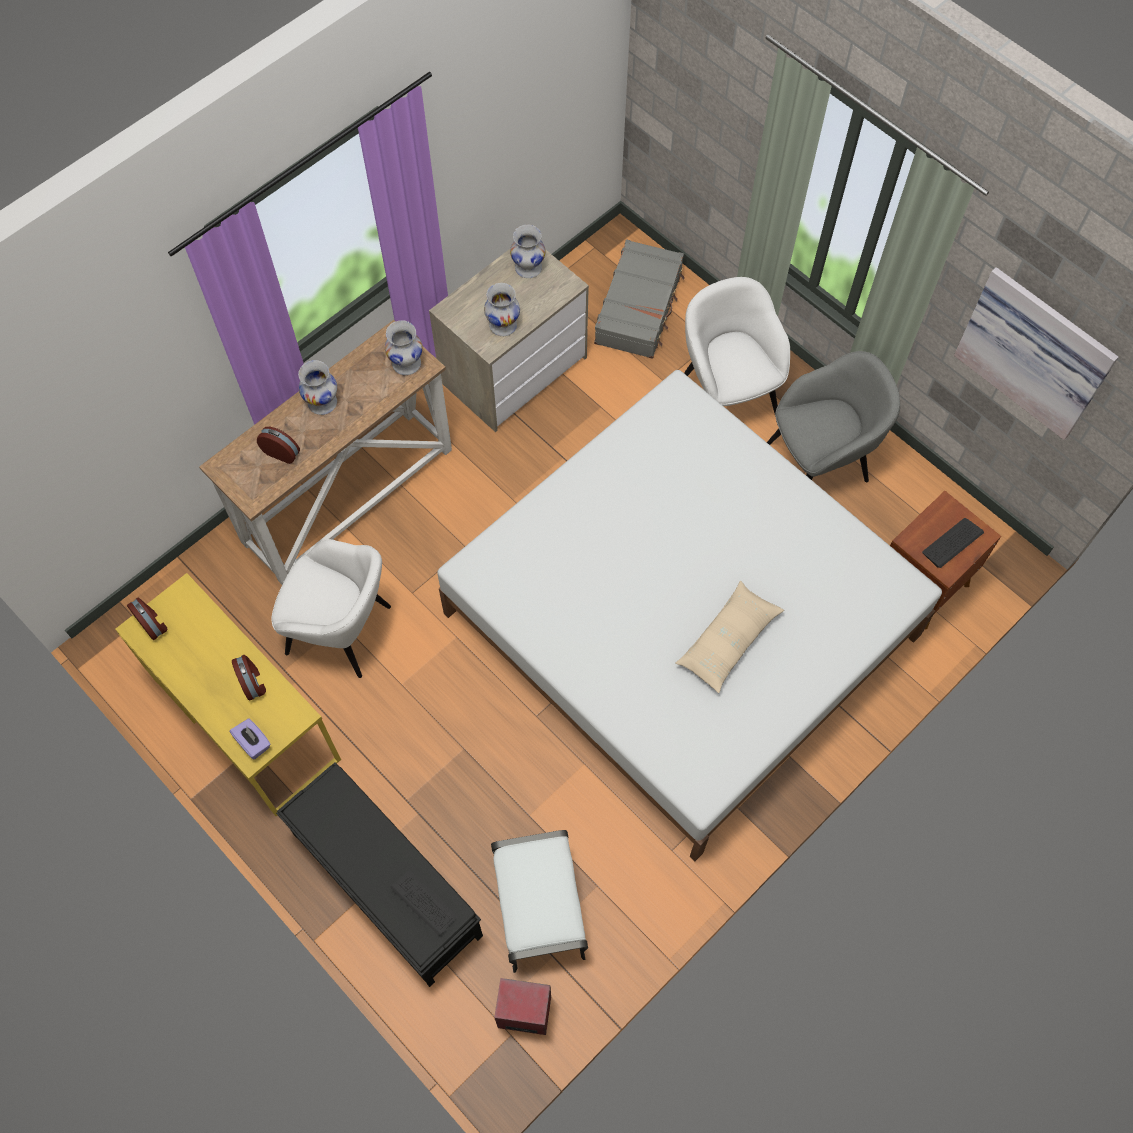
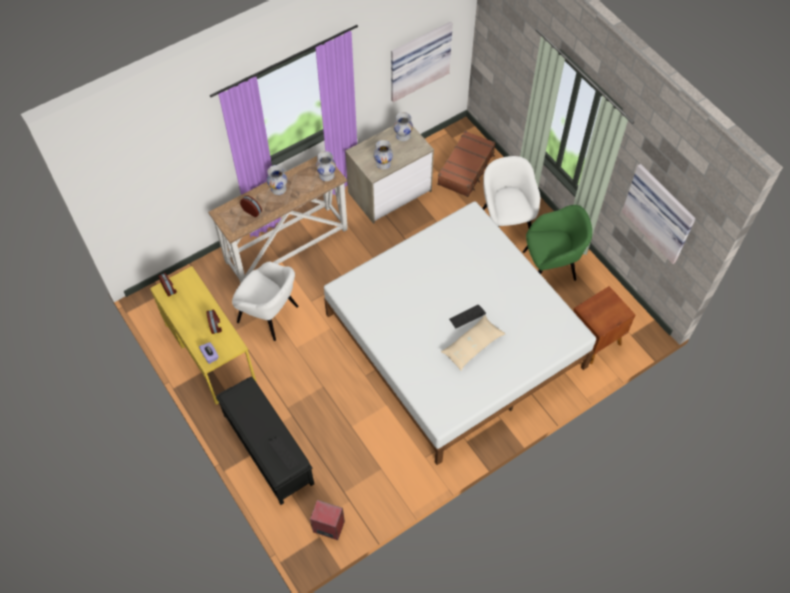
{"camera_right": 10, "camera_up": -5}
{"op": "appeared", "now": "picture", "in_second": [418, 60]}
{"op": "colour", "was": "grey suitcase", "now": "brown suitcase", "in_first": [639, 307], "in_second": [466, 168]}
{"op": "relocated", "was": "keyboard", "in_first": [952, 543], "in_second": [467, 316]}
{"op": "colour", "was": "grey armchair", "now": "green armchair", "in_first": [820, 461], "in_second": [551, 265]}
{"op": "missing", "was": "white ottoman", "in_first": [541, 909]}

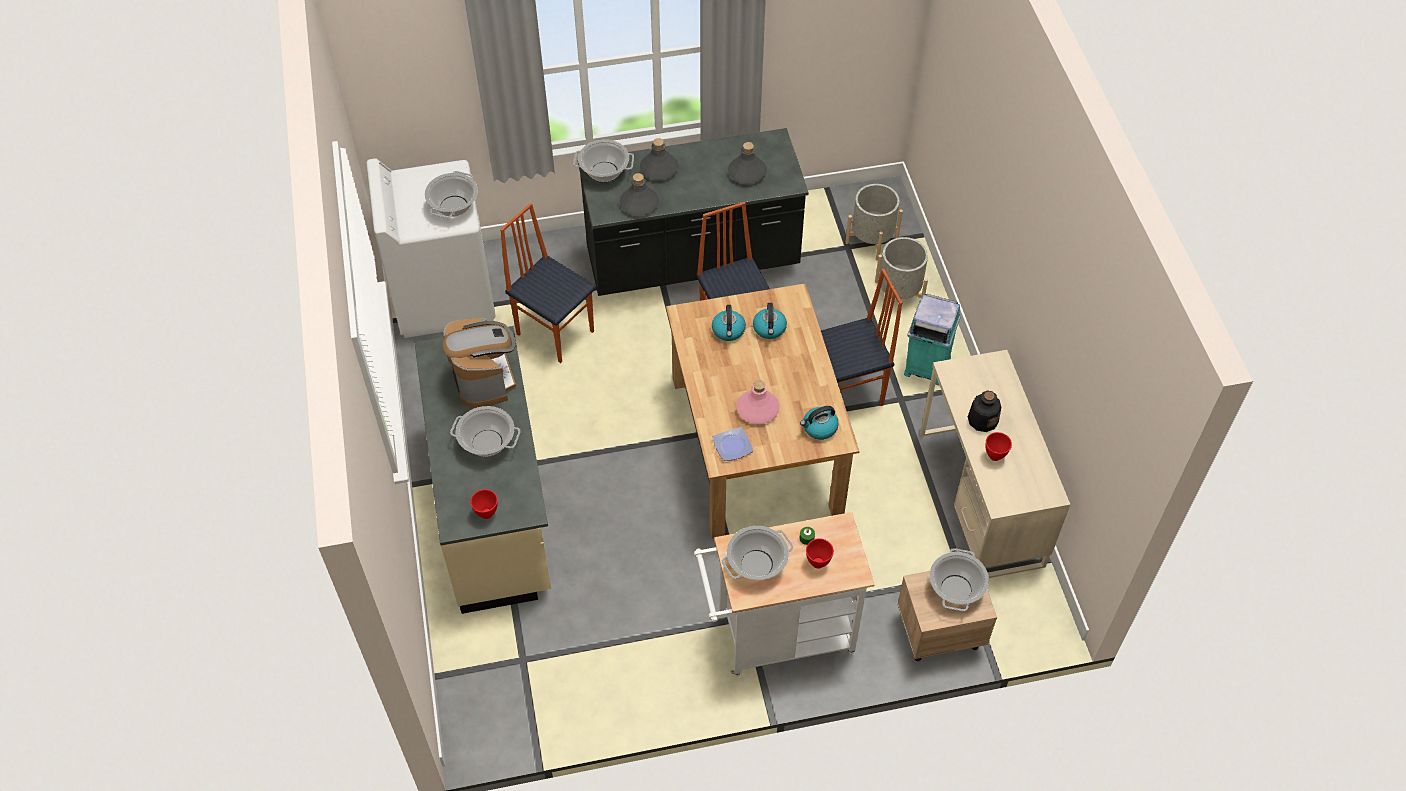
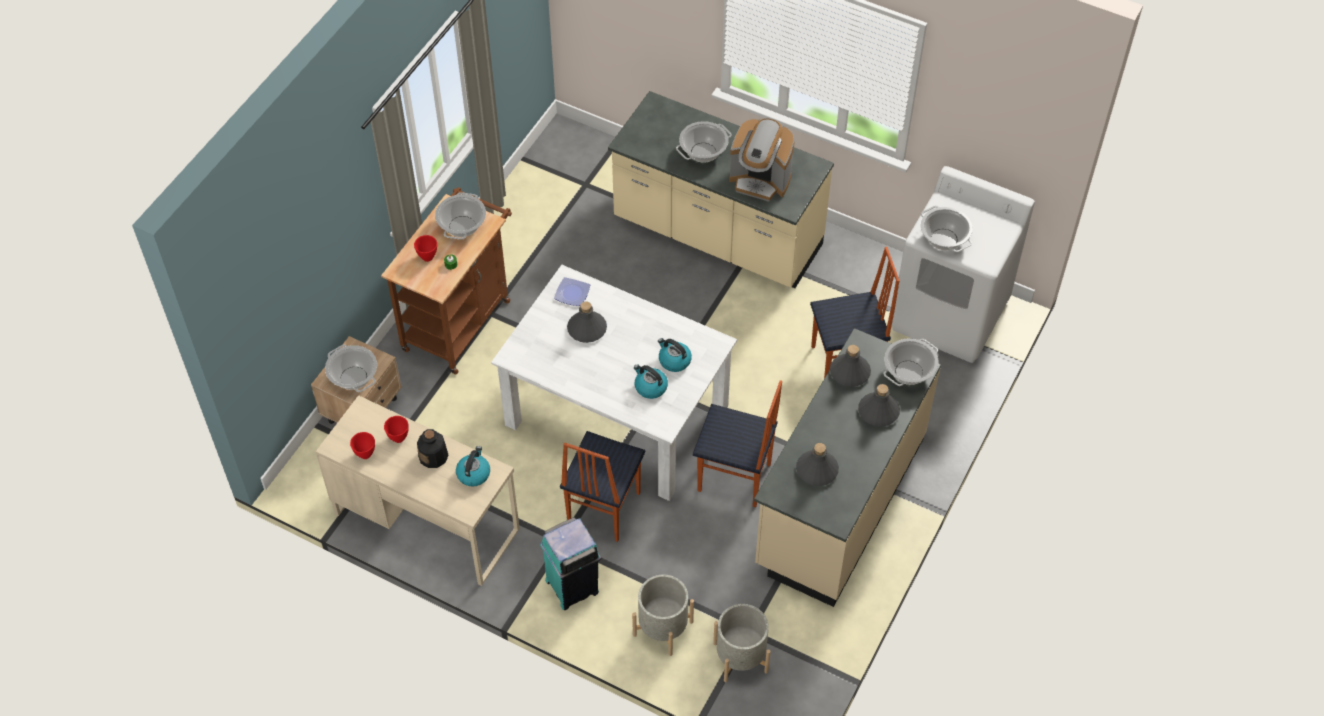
{"camera_right": 130, "camera_up": 0}
{"op": "relocated", "was": "red bowl", "in_first": [487, 513], "in_second": [365, 455]}
{"op": "colour", "was": "white cart", "now": "brown cart", "in_first": [776, 636], "in_second": [460, 319]}
{"op": "relocated", "was": "kettle", "in_first": [819, 428], "in_second": [473, 473]}
{"op": "colour", "was": "brown dining table", "now": "white dining table", "in_first": [754, 443], "in_second": [618, 415]}
{"op": "colour", "was": "pink bottle", "now": "grey bottle", "in_first": [758, 409], "in_second": [586, 329]}
{"op": "colour", "was": "black counter", "now": "beige counter", "in_first": [692, 261], "in_second": [838, 502]}

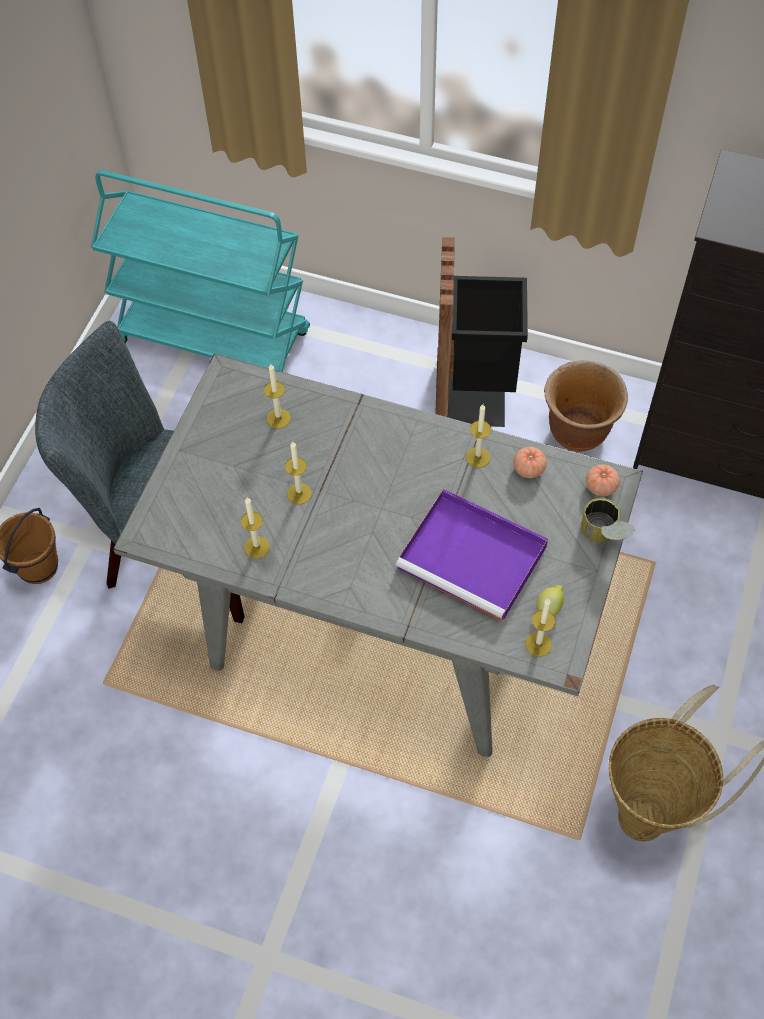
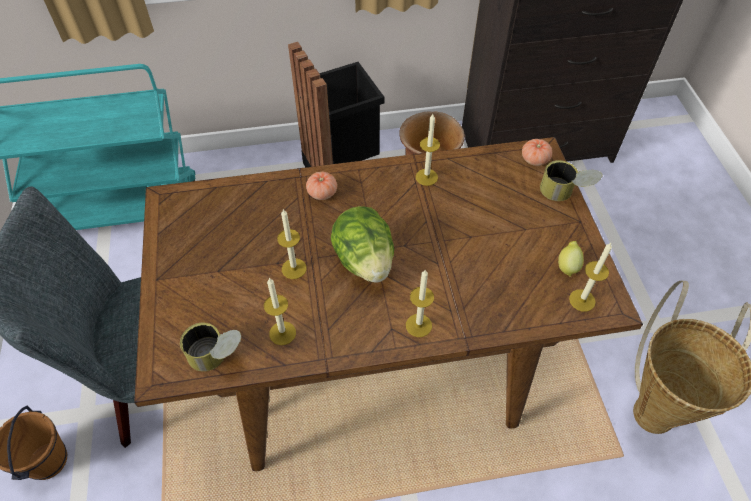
{"camera_right": -30, "camera_up": -5}
{"op": "colour", "was": "grey dining table", "now": "brown dining table", "in_first": [385, 621], "in_second": [375, 361]}
{"op": "appeared", "now": "can", "in_second": [217, 357]}
{"op": "relocated", "was": "tomato", "in_first": [529, 469], "in_second": [322, 193]}
{"op": "appeared", "now": "lettuce", "in_second": [364, 260]}
{"op": "relocated", "was": "candle", "in_first": [278, 418], "in_second": [418, 325]}
{"op": "missing", "was": "purple tray", "in_first": [475, 558]}

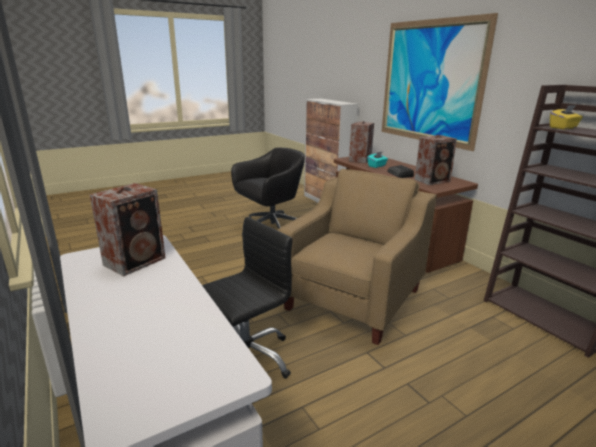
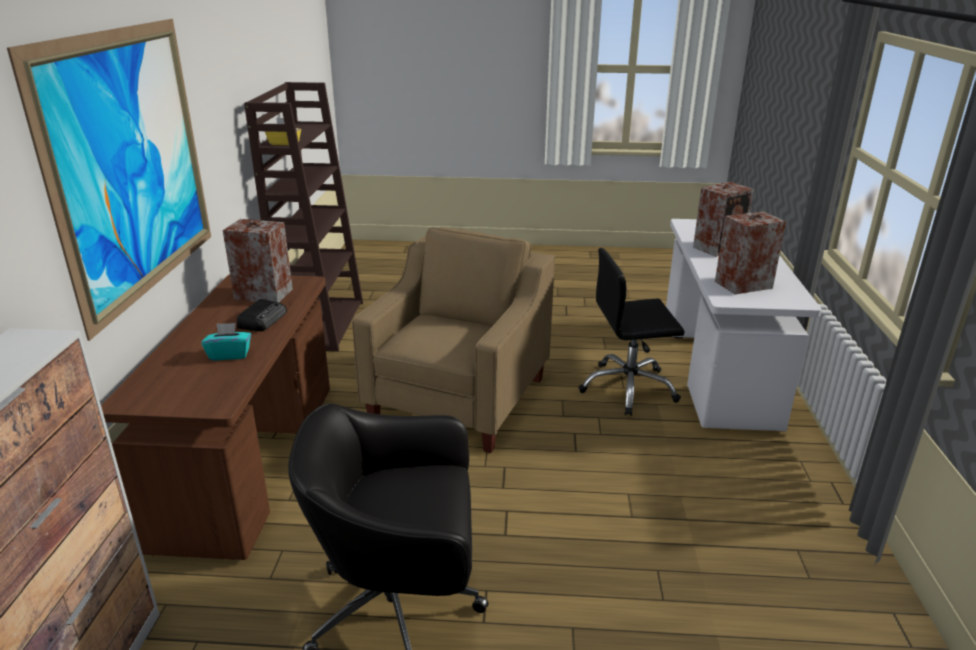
{"camera_right": -145, "camera_up": 5}
{"op": "spun", "was": "beige armchair", "in_first": [354, 299], "in_second": [460, 399], "clockwise": 135}
{"op": "relocated", "was": "speaker", "in_first": [359, 160], "in_second": [719, 248]}

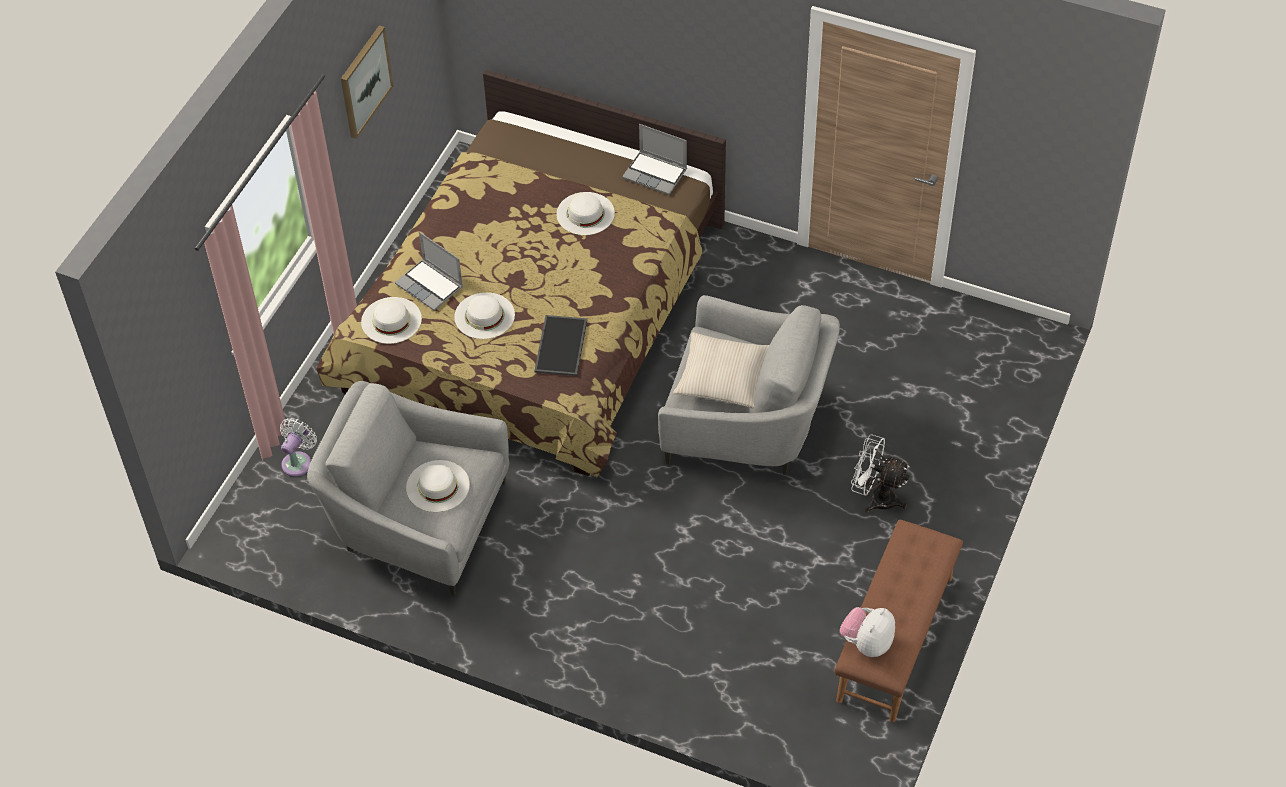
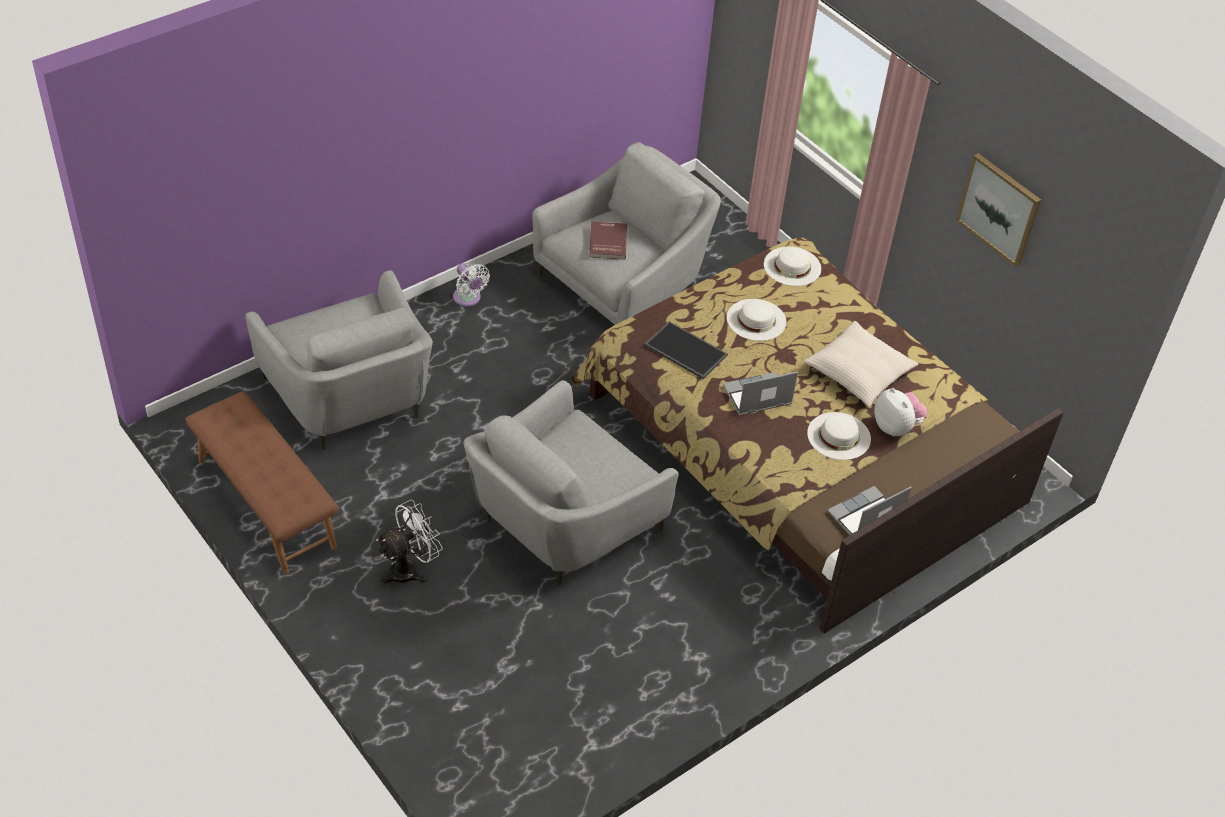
{"camera_right": 115, "camera_up": -5}
{"op": "appeared", "now": "grey armchair", "in_second": [350, 398]}
{"op": "relocated", "was": "white fan", "in_first": [298, 461], "in_second": [468, 299]}
{"op": "exchanged", "was": "white hat", "now": "red book", "in_first": [437, 486], "in_second": [606, 242]}
{"op": "relocated", "was": "laptop", "in_first": [430, 286], "in_second": [756, 396]}
{"op": "relocated", "was": "beige pillow", "in_first": [723, 378], "in_second": [859, 371]}
{"op": "relocated", "was": "plush toy", "in_first": [867, 643], "in_second": [896, 427]}

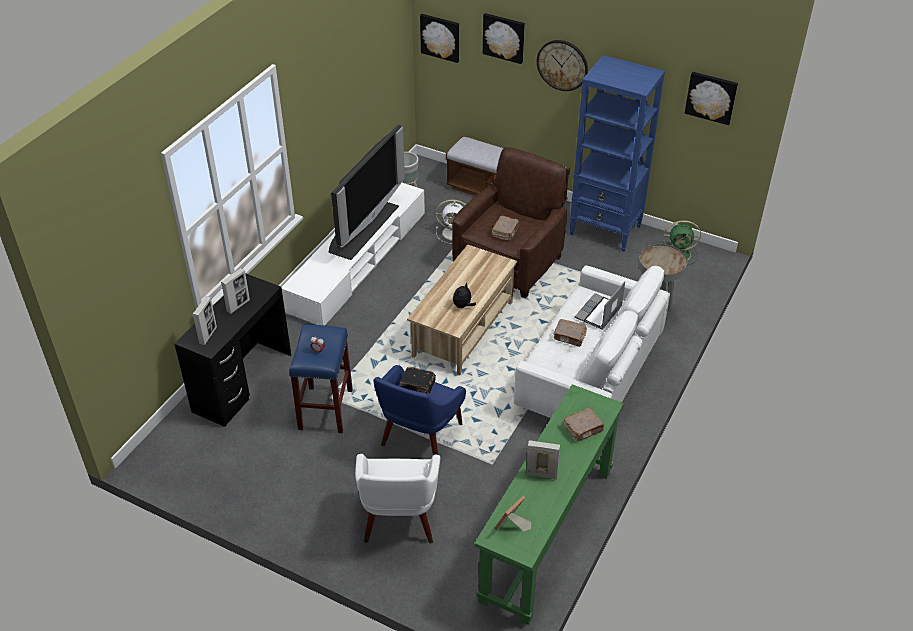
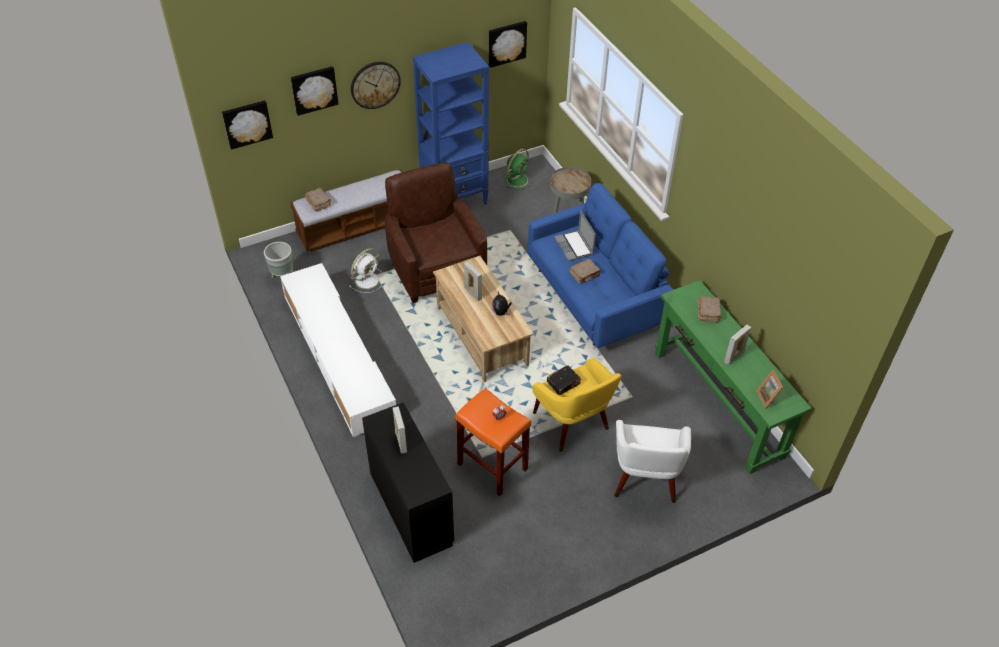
{"camera_right": -55, "camera_up": 5}
{"op": "relocated", "was": "brown book", "in_first": [505, 232], "in_second": [318, 203]}
{"op": "colour", "was": "blue stool", "now": "orange stool", "in_first": [326, 410], "in_second": [493, 467]}
{"op": "relocated", "was": "picture frame", "in_first": [208, 335], "in_second": [473, 293]}
{"op": "colour", "was": "white sofa", "now": "blue sofa", "in_first": [589, 378], "in_second": [594, 297]}
{"op": "colour", "was": "blue armchair", "now": "yellow armchair", "in_first": [419, 439], "in_second": [573, 425]}
{"op": "spun", "was": "white armchair", "in_first": [399, 522], "in_second": [645, 480], "clockwise": 60}
{"op": "missing", "was": "television", "in_first": [362, 228]}

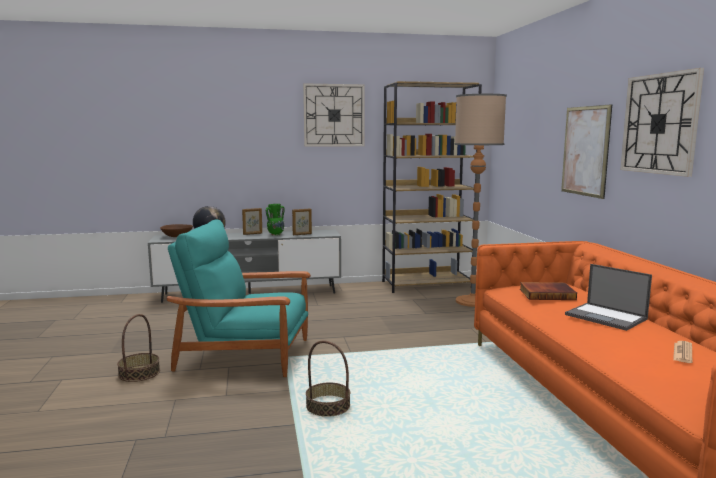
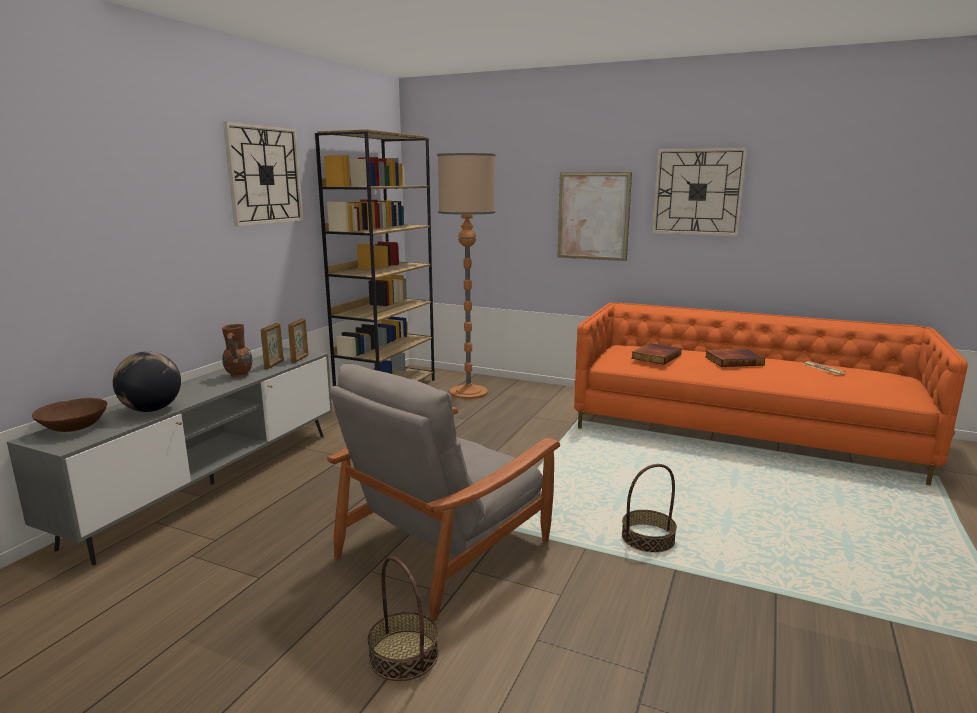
{"camera_right": -55, "camera_up": 5}
{"op": "colour", "was": "green vase", "now": "brown vase", "in_first": [275, 234], "in_second": [238, 375]}
{"op": "relocated", "was": "picture frame", "in_first": [252, 234], "in_second": [300, 359]}
{"op": "colour", "was": "turquoise armchair", "now": "grey armchair", "in_first": [245, 354], "in_second": [446, 547]}
{"op": "exchanged", "was": "laptop", "now": "book", "in_first": [607, 317], "in_second": [733, 360]}

